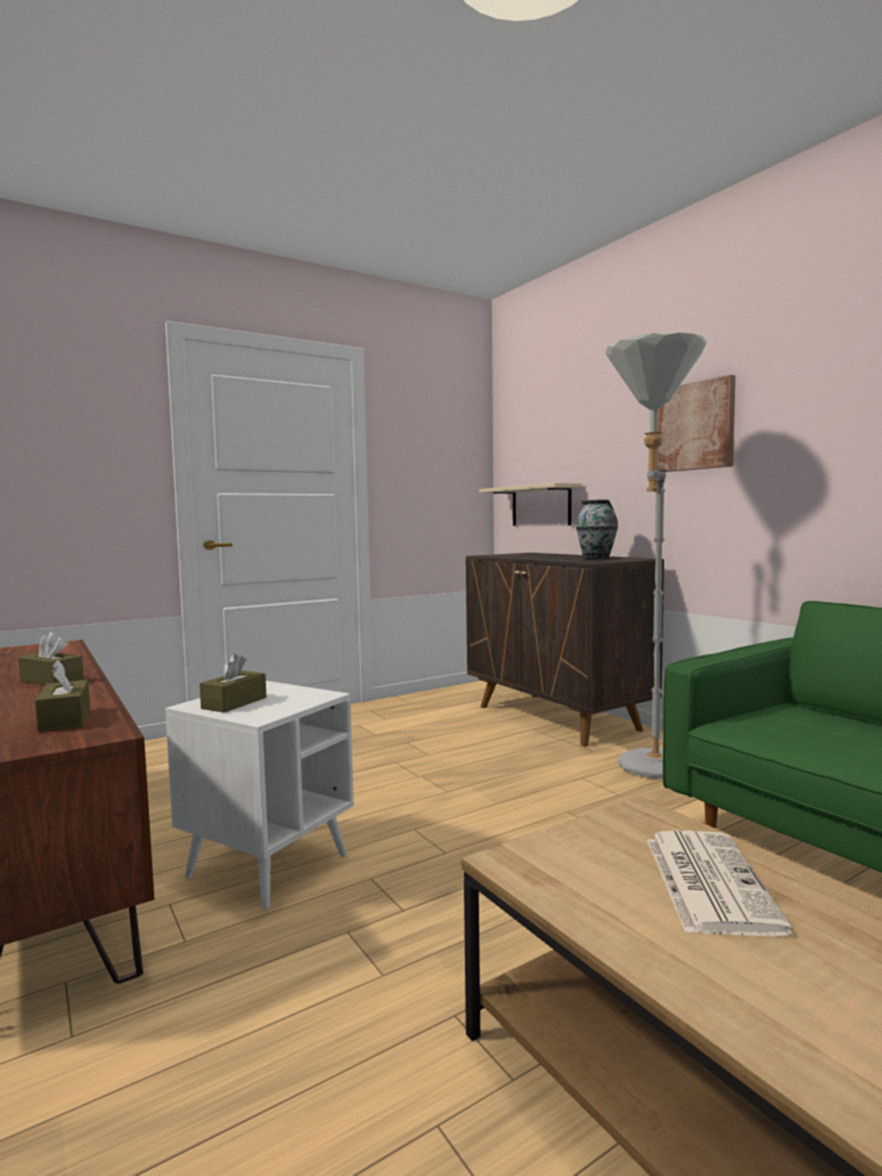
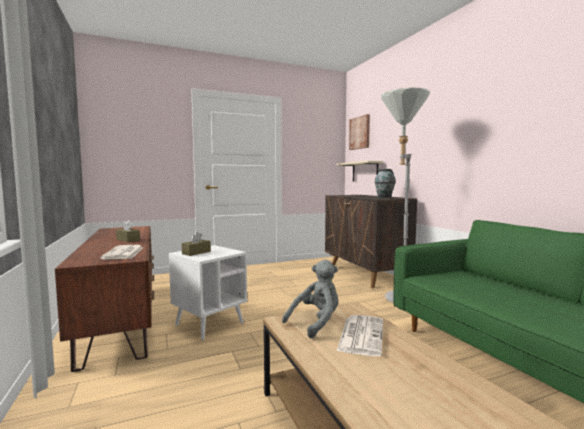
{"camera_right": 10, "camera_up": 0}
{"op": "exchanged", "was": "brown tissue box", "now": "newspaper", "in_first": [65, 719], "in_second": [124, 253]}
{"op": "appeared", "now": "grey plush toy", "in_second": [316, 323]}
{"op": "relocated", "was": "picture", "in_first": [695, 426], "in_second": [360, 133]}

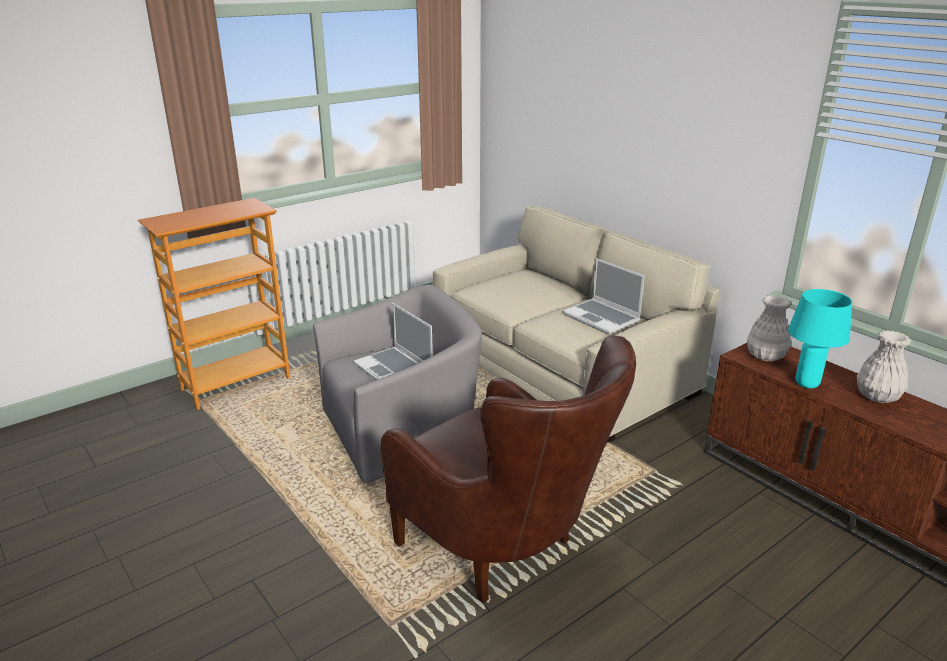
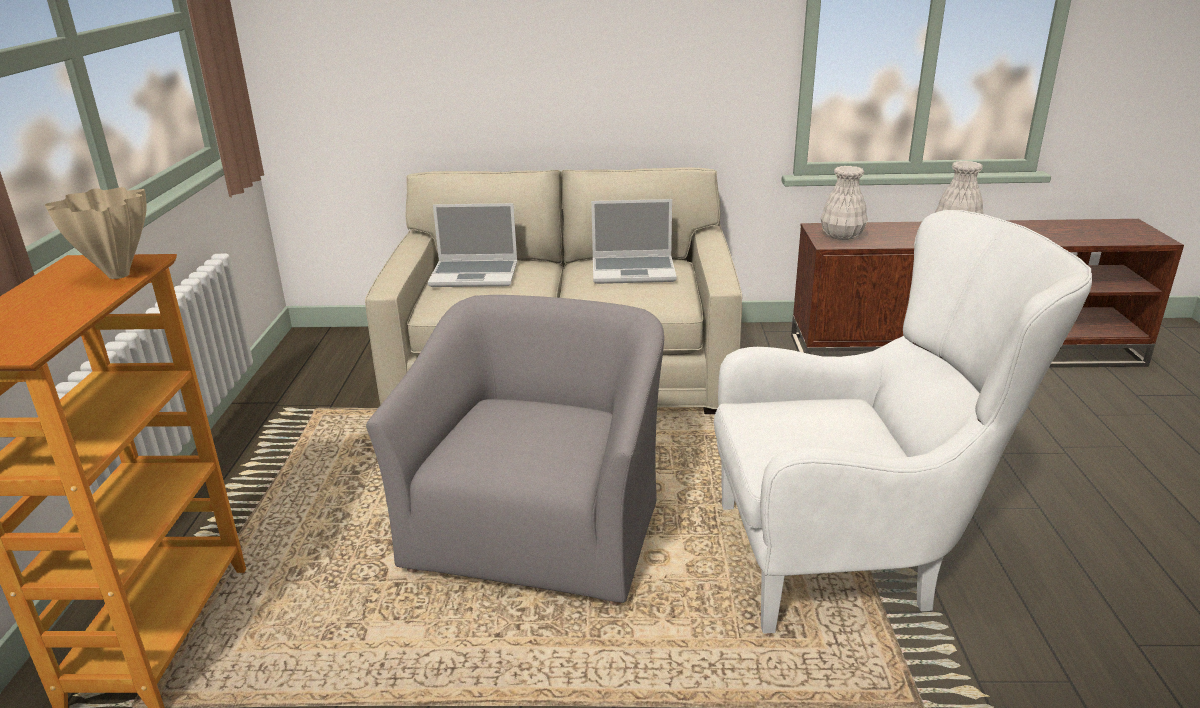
{"camera_right": -50, "camera_up": 0}
{"op": "appeared", "now": "beige vase", "in_second": [118, 274]}
{"op": "relocated", "was": "laptop", "in_first": [395, 370], "in_second": [475, 275]}
{"op": "colour", "was": "brown armchair", "now": "white armchair", "in_first": [504, 554], "in_second": [856, 557]}
{"op": "missing", "was": "turquoise table lamp", "in_first": [807, 384]}

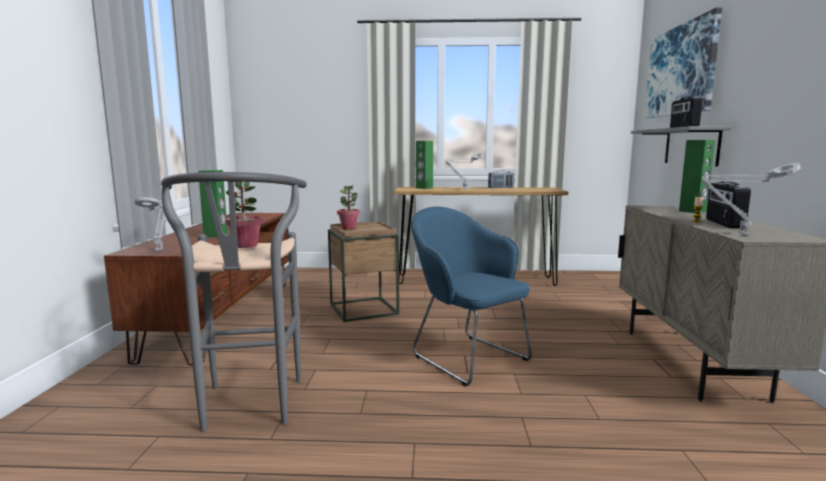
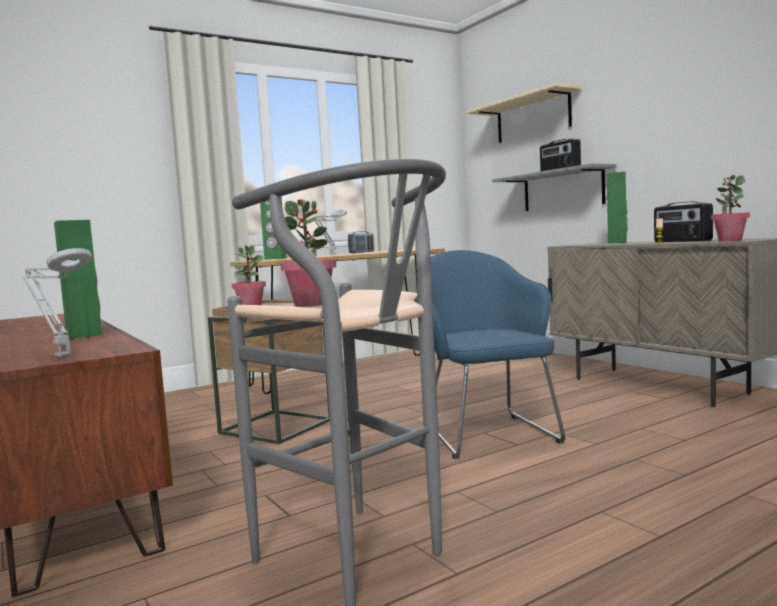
{"camera_right": -35, "camera_up": -5}
{"op": "spun", "was": "blue armchair", "in_first": [466, 356], "in_second": [487, 433], "clockwise": 60}
{"op": "exchanged", "was": "picture", "now": "beige shelf", "in_first": [680, 70], "in_second": [532, 117]}
{"op": "exchanged", "was": "grey table lamp", "now": "potted plant", "in_first": [741, 234], "in_second": [729, 240]}

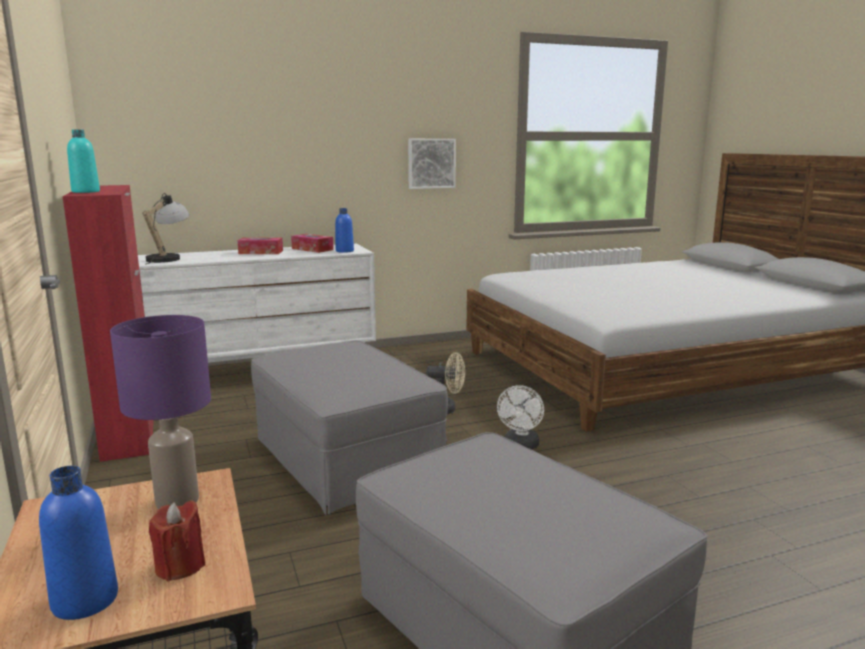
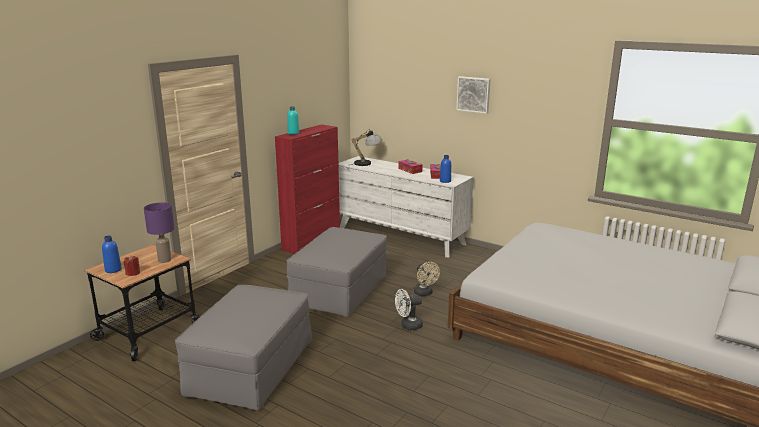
{"camera_right": 55, "camera_up": 5}
{"op": "relocated", "was": "picture", "in_first": [431, 163], "in_second": [474, 94]}

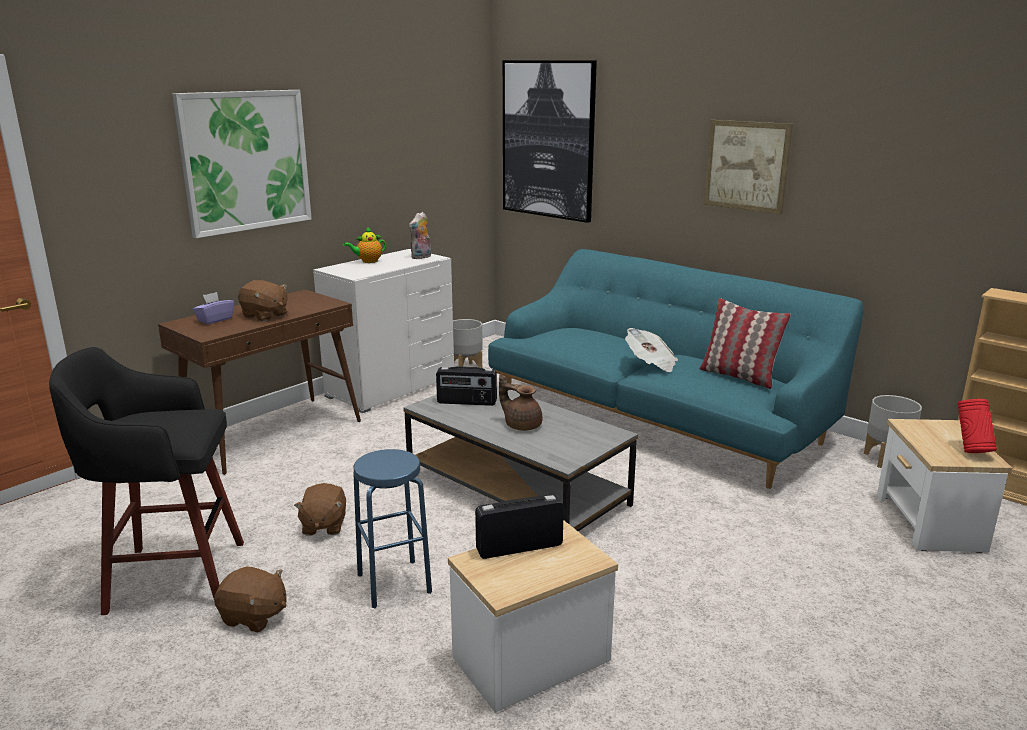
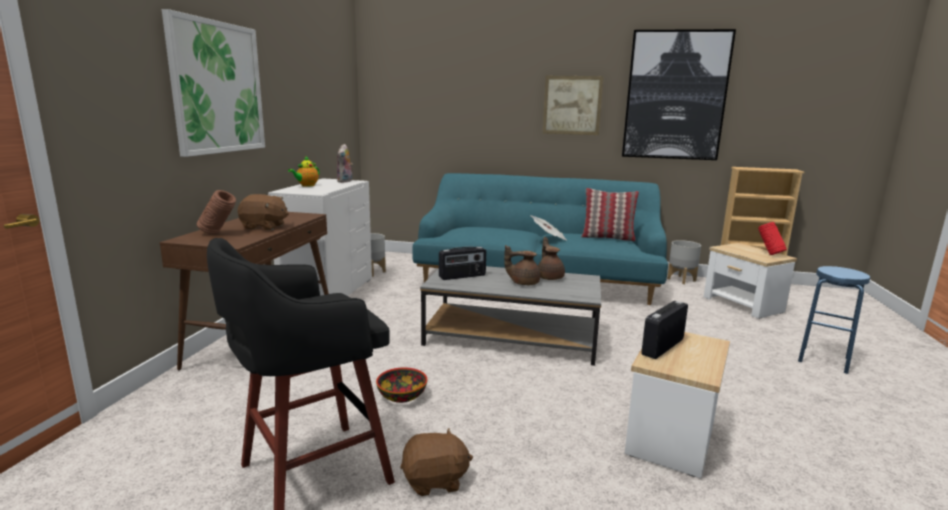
{"camera_right": -30, "camera_up": -5}
{"op": "exchanged", "was": "purple tissue box", "now": "brown vase", "in_first": [215, 320], "in_second": [219, 234]}
{"op": "exchanged", "was": "brown plush toy", "now": "bowl", "in_first": [323, 526], "in_second": [402, 395]}
{"op": "appeared", "now": "brown teapot", "in_second": [550, 277]}
{"op": "relocated", "was": "picture", "in_first": [548, 140], "in_second": [675, 96]}
{"op": "relocated", "was": "blue stool", "in_first": [394, 583], "in_second": [823, 360]}

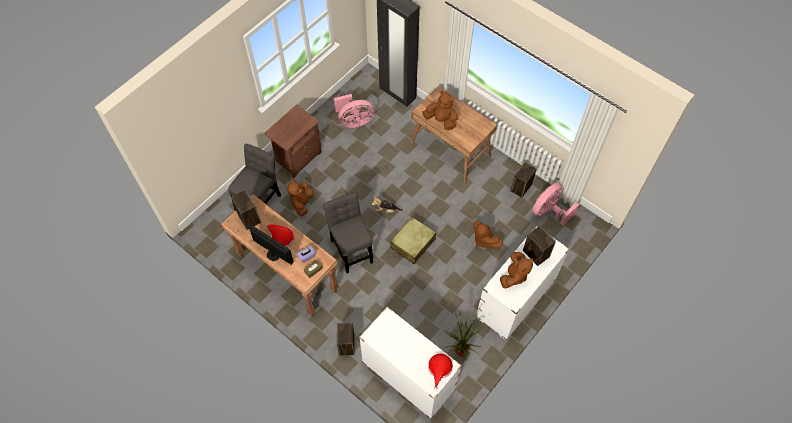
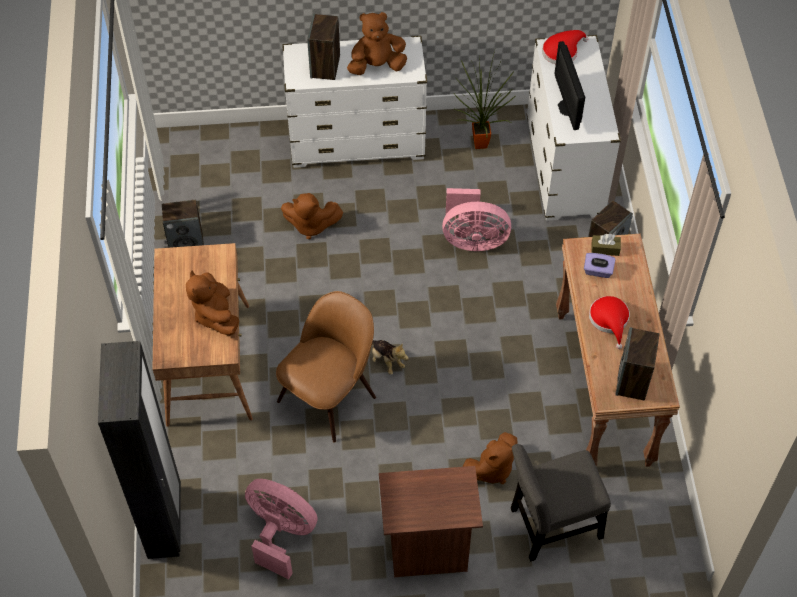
{"camera_right": -135, "camera_up": -5}
{"op": "appeared", "now": "brown chair", "in_second": [329, 396]}
{"op": "spun", "was": "brown plush toy", "in_first": [484, 240], "in_second": [310, 225], "clockwise": 90}
{"op": "relocated", "was": "pink fan", "in_first": [549, 211], "in_second": [472, 239]}
{"op": "relocated", "was": "monitor", "in_first": [273, 255], "in_second": [567, 107]}
{"op": "missing", "was": "grey chair", "in_first": [351, 248]}
{"op": "missing", "was": "beige suitcase", "in_first": [412, 244]}

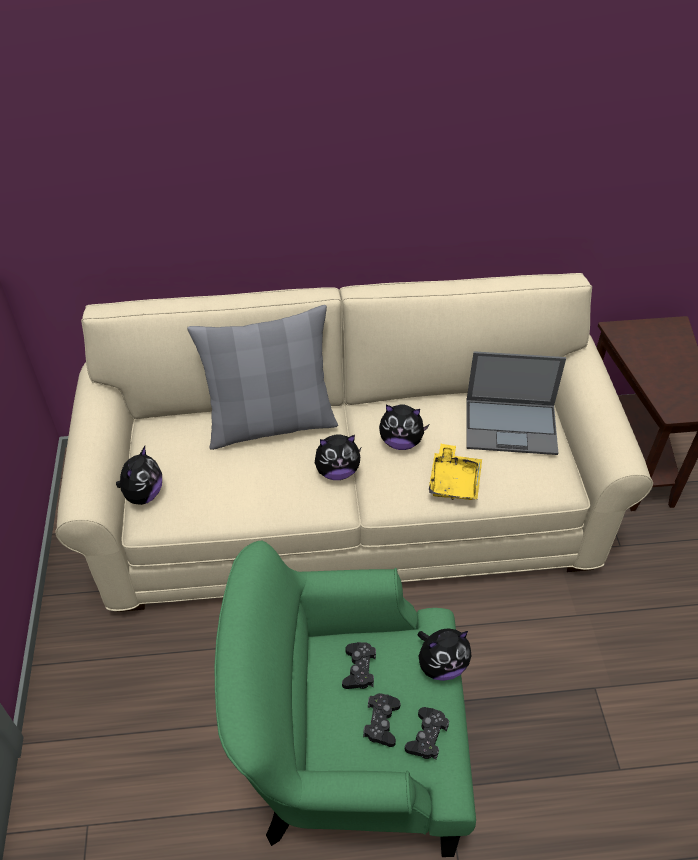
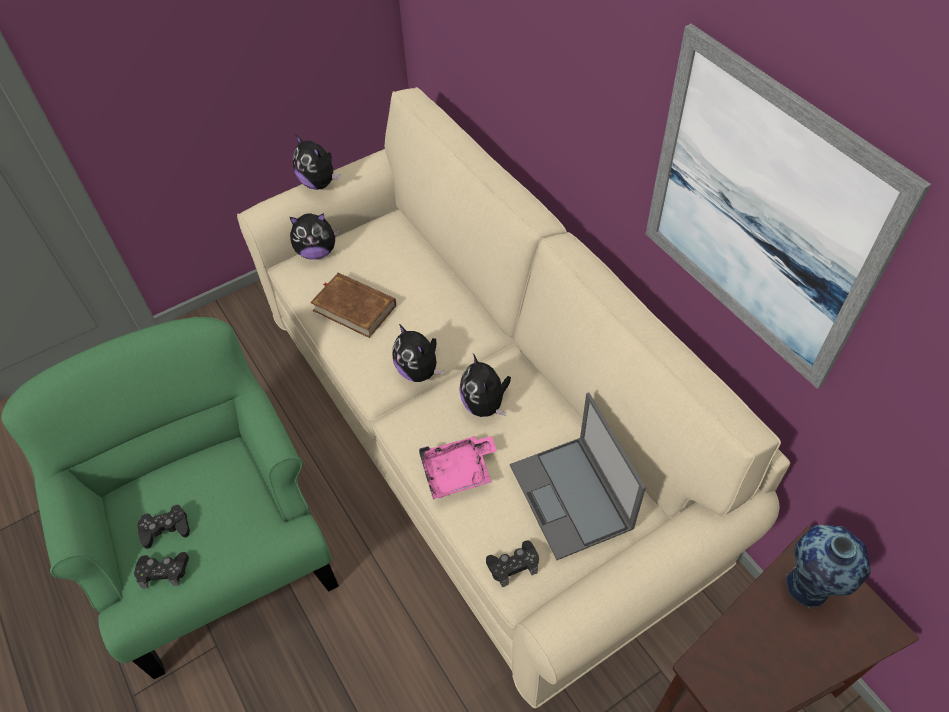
{"camera_right": 65, "camera_up": 5}
{"op": "relocated", "was": "plush toy", "in_first": [441, 665], "in_second": [319, 183]}
{"op": "appeared", "now": "brown book", "in_second": [354, 307]}
{"op": "colour", "was": "yellow tray", "now": "pink tray", "in_first": [454, 481], "in_second": [458, 472]}
{"op": "relocated", "was": "black game controller", "in_first": [359, 669], "in_second": [513, 565]}
{"op": "appeared", "now": "picture", "in_second": [760, 213]}
{"op": "appeared", "now": "vase", "in_second": [808, 589]}
{"op": "missing", "was": "grey pillow", "in_first": [271, 423]}

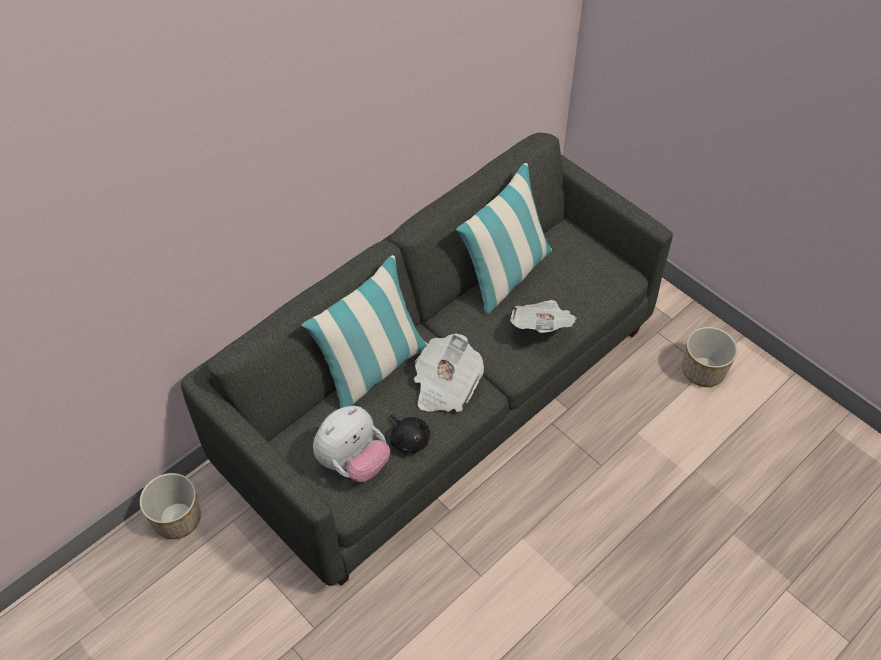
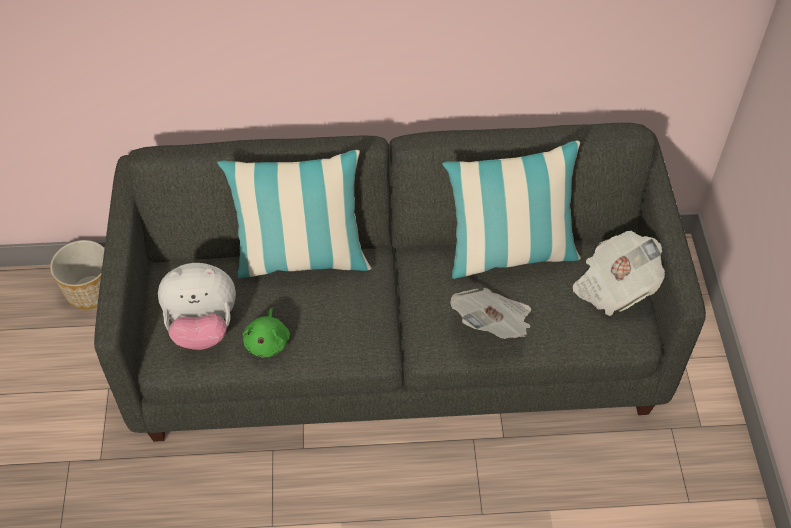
{"camera_right": 40, "camera_up": 0}
{"op": "colour", "was": "black plush toy", "now": "green plush toy", "in_first": [409, 439], "in_second": [268, 342]}
{"op": "relocated", "was": "newspaper", "in_first": [445, 386], "in_second": [614, 286]}
{"op": "missing", "was": "planter", "in_first": [703, 370]}

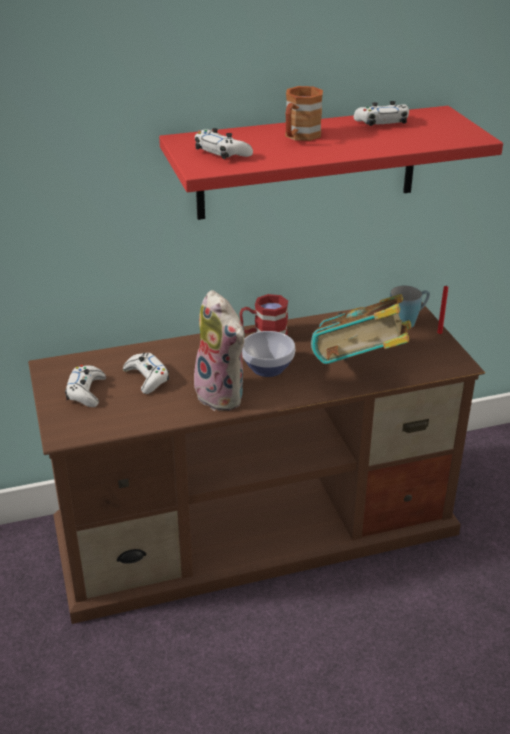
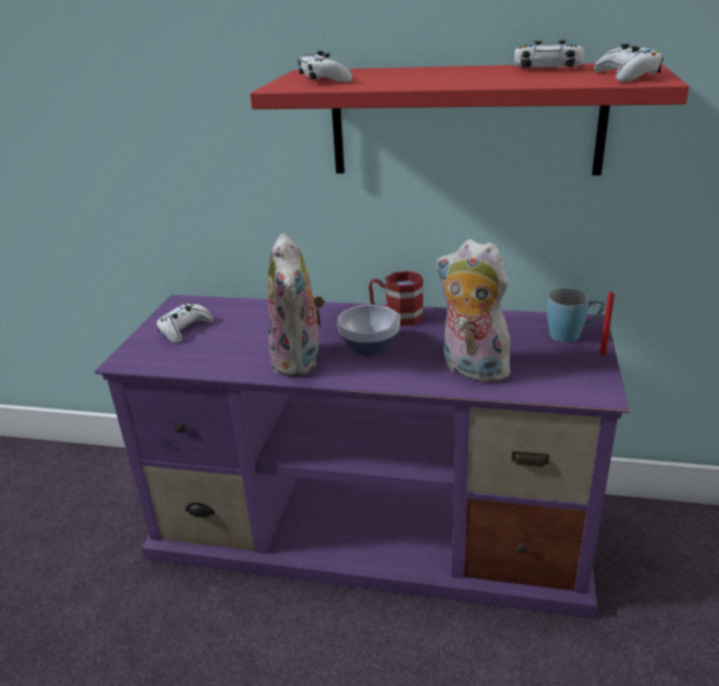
{"camera_right": 30, "camera_up": -5}
{"op": "colour", "was": "brown tv stand", "now": "purple tv stand", "in_first": [257, 527], "in_second": [373, 528]}
{"op": "exchanged", "was": "book", "now": "plush toy", "in_first": [360, 368], "in_second": [470, 369]}
{"op": "relocated", "was": "white game controller", "in_first": [147, 378], "in_second": [626, 75]}
{"op": "missing", "was": "brown mug", "in_first": [299, 137]}

